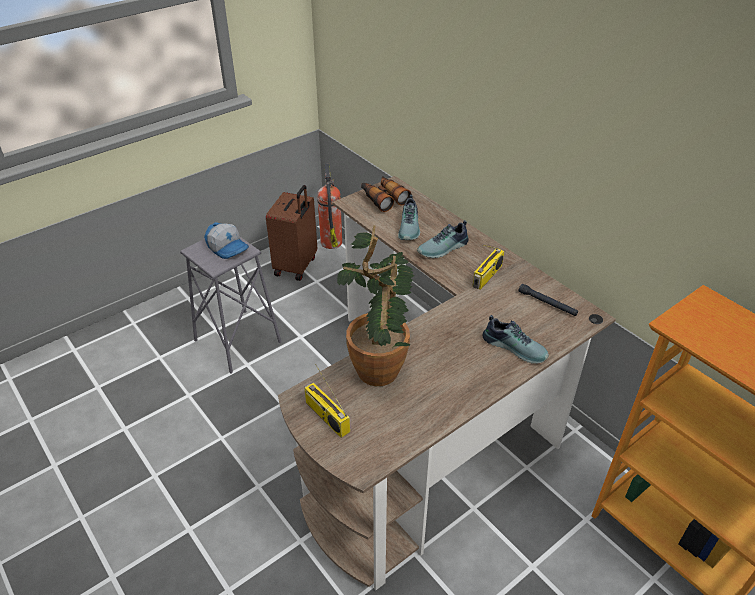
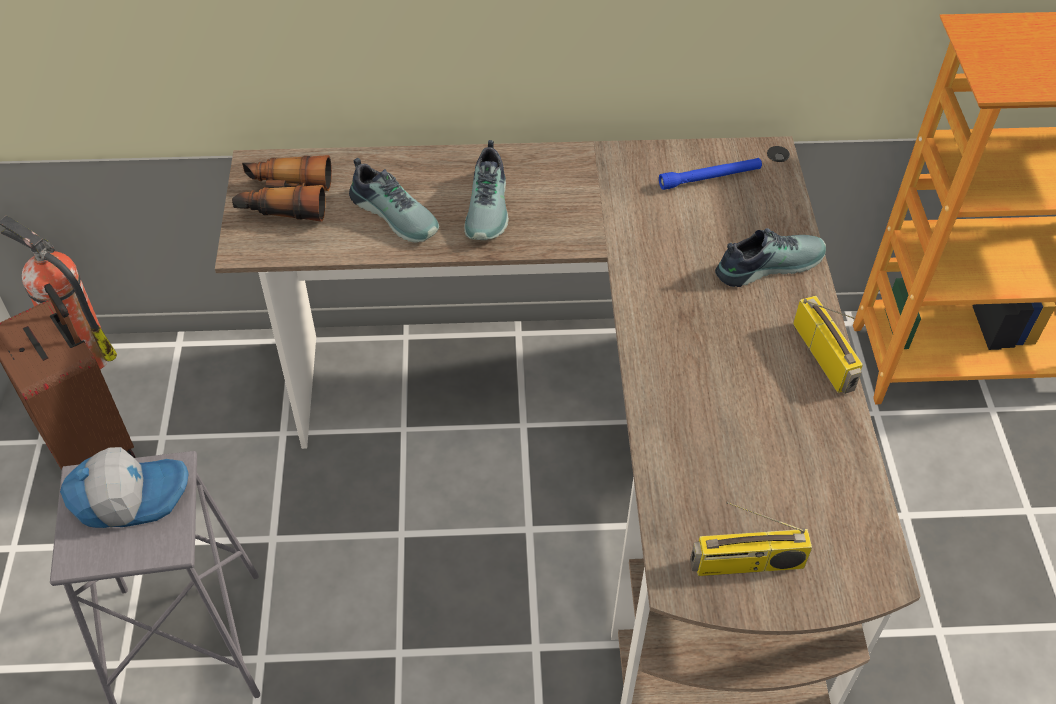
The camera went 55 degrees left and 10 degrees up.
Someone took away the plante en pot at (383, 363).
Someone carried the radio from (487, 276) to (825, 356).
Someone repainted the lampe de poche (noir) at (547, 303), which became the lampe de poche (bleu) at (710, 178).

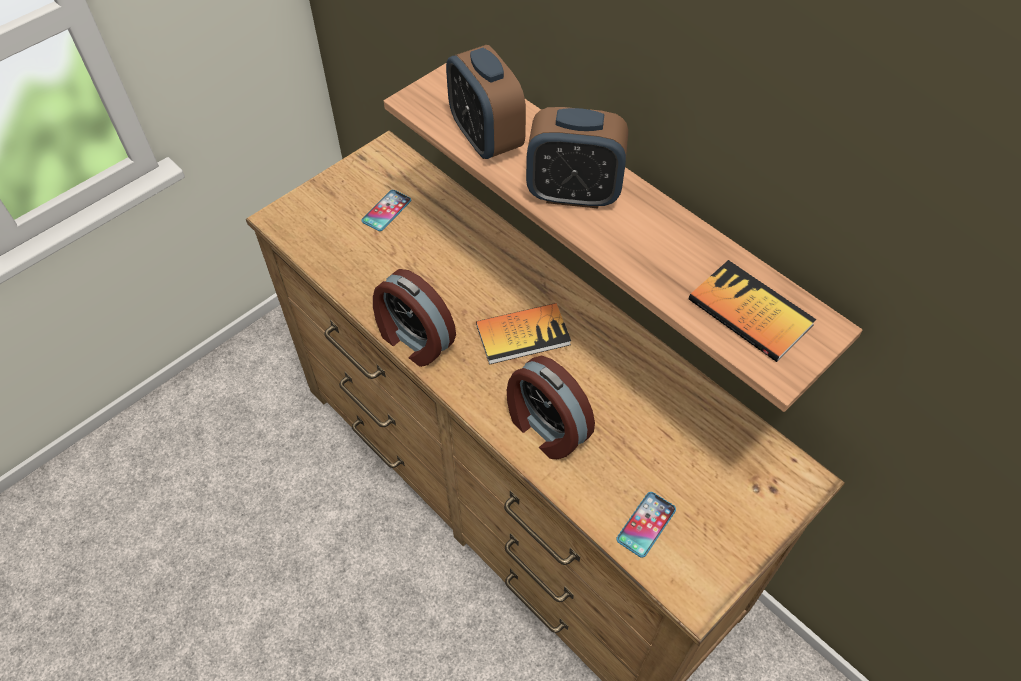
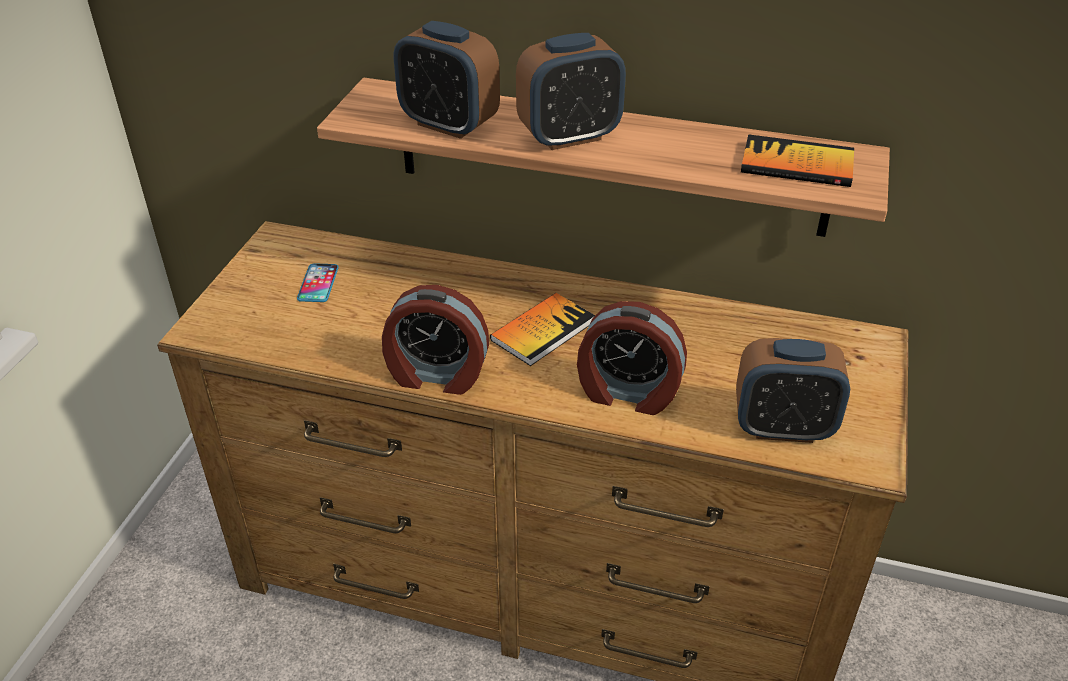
The camera went 30 degrees left and 15 degrees down.
Someone swapped the téléphone at (646, 524) for the réveil at (782, 427).

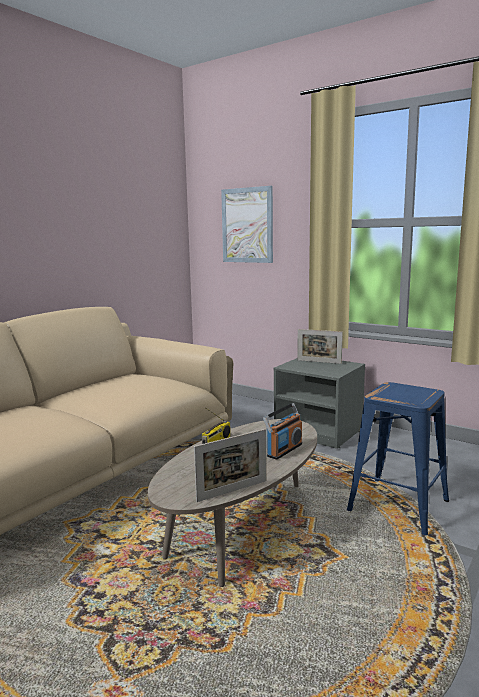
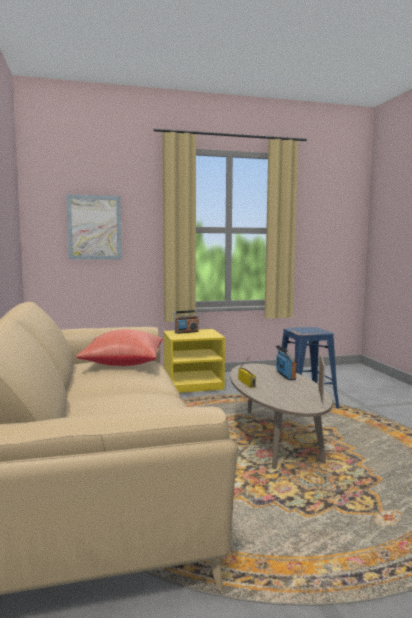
The camera went 50 degrees left and 5 degrees down.
Someone put down the coussin (rouge) at (123, 363).
Someone swapped the cadre photo at (319, 362) for the radio at (186, 332).
Someone repainted the table de chevet (gris) at (319, 431), which became the table de chevet (jaune) at (193, 385).

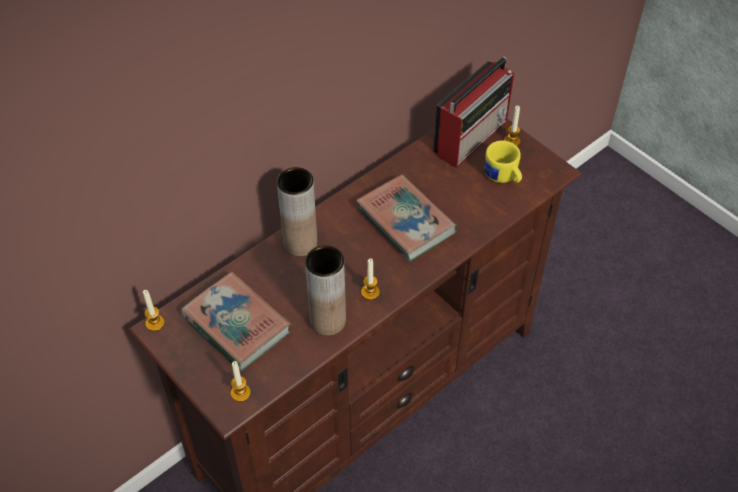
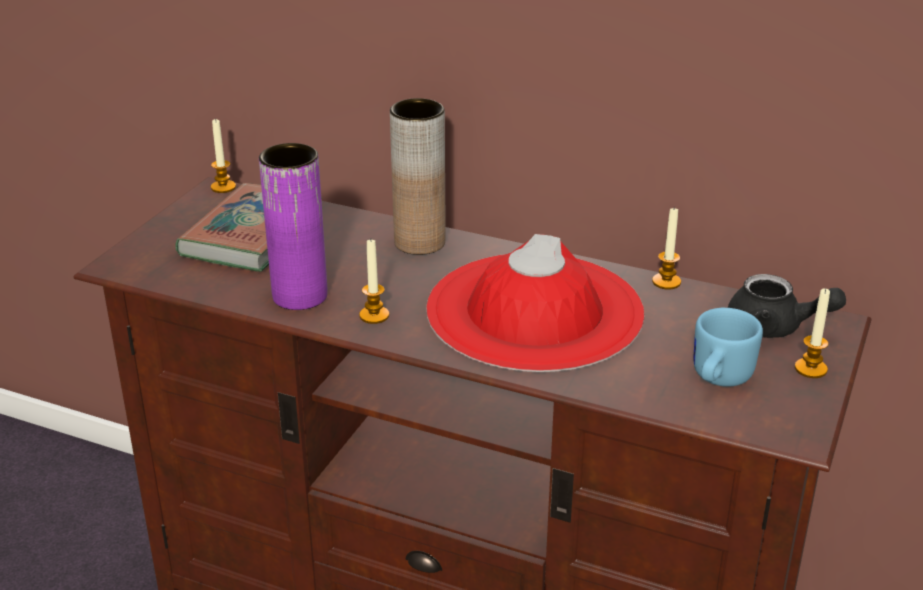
The camera went 65 degrees right and 20 degrees down.
Someone carried the bougie from (240, 393) to (666, 282).
Someone swapped the livre at (406, 221) for the chapeau (rouge) at (534, 311).
Someone swapped the radio at (472, 136) for the théière (noir) at (774, 327).
Someone repainted the vase (marron) at (328, 321), which became the vase (violet) at (300, 296).
Someone repainted the mug (jaune) at (503, 177), which became the mug (bleu) at (717, 379).

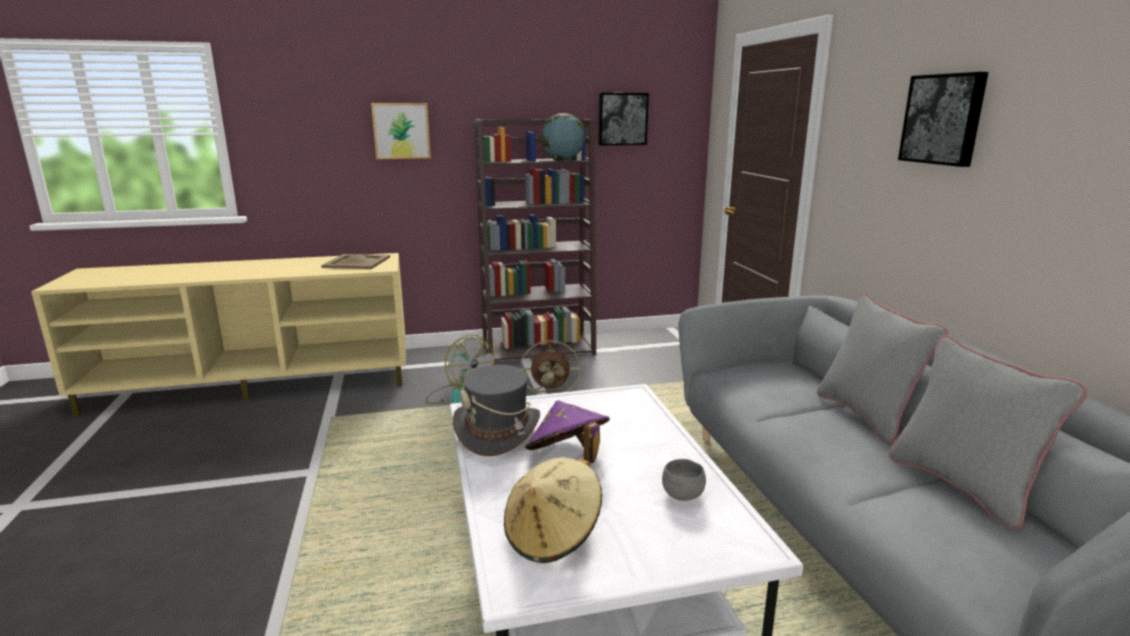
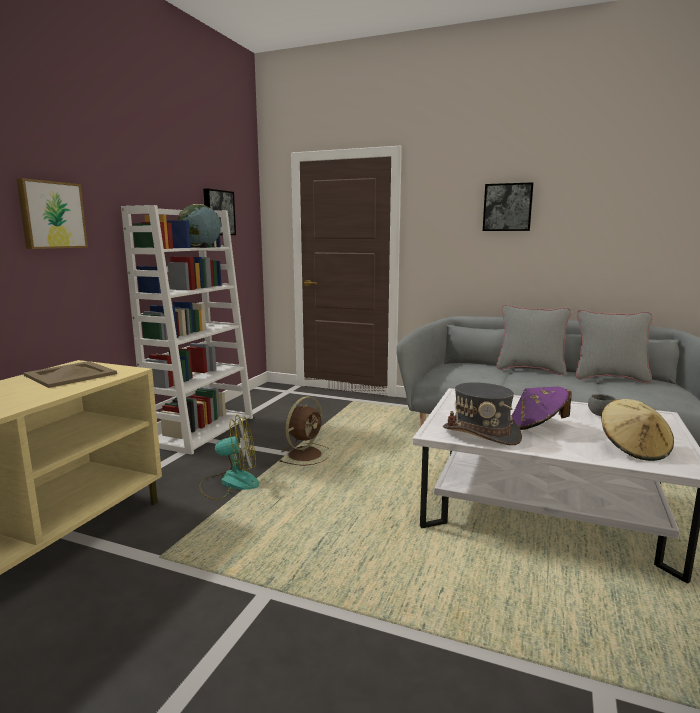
The camera went 55 degrees left and 5 degrees down.
Someone repainted the bibliothèque (marron) at (539, 348), which became the bibliothèque (blanc) at (202, 430).

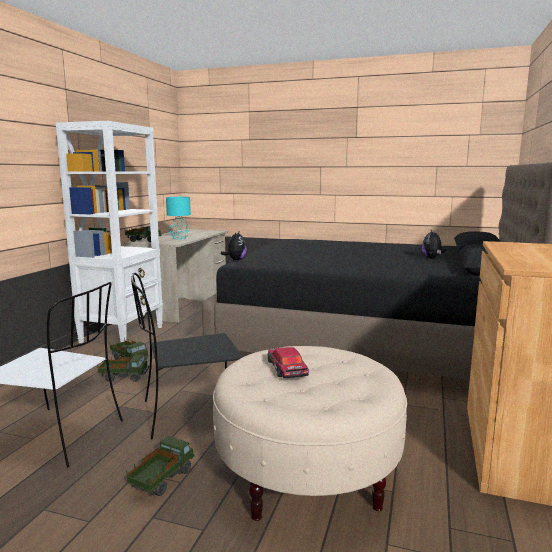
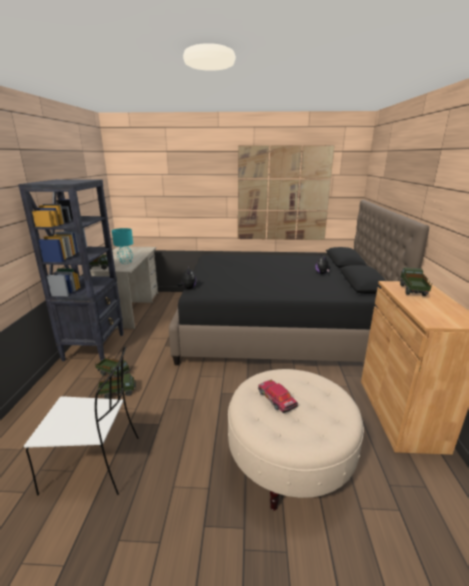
The camera went 15 degrees left and 10 degrees up.
Someone took away the chaise (noir) at (189, 413).
Someone put up the tableau at (283, 194).
Someone carried the camion jouet from (162, 480) to (412, 291).
Someone repainted the bibliothèque (blanc) at (123, 334), which became the bibliothèque (noir) at (95, 346).

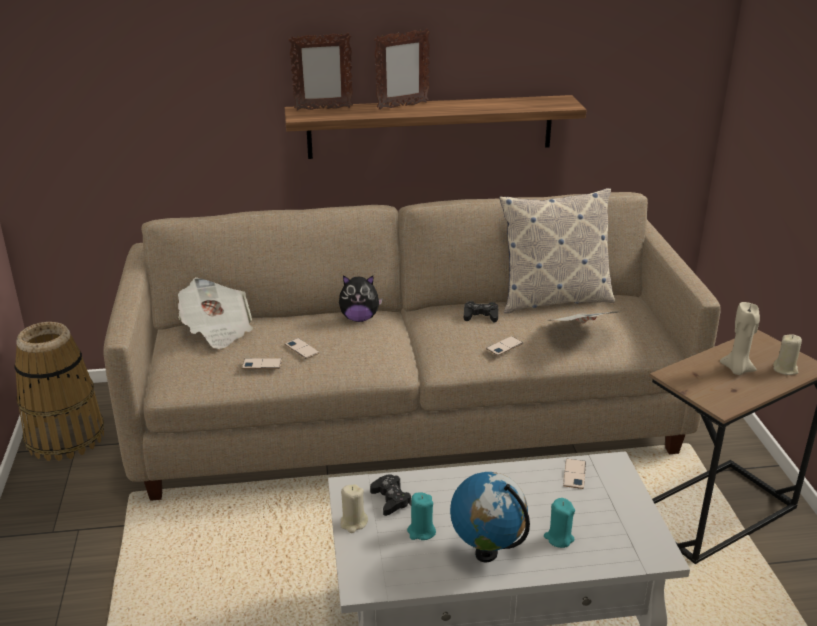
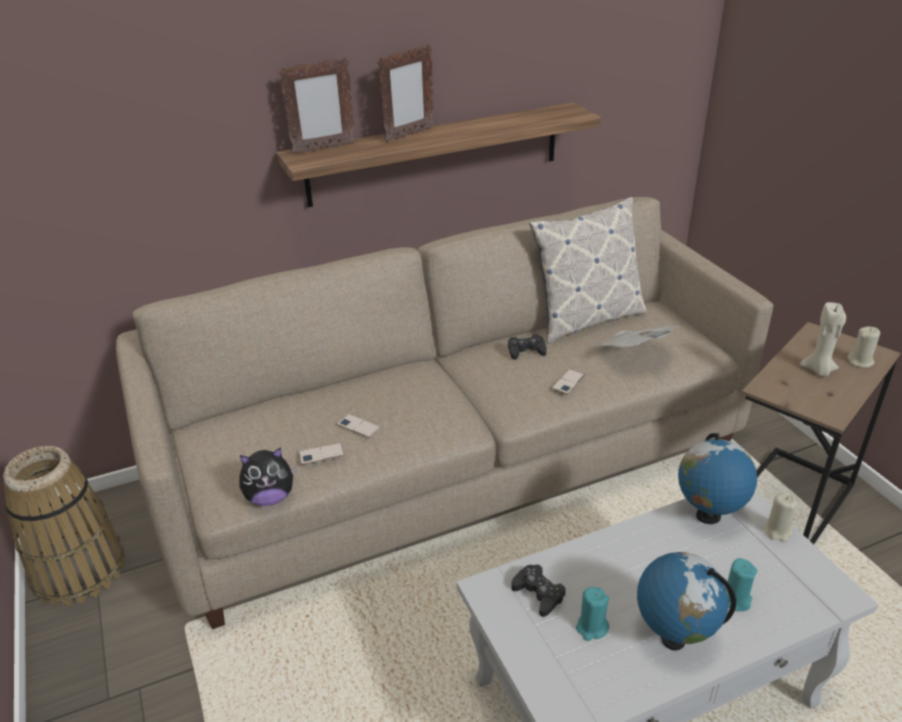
The camera went 15 degrees left and 5 degrees up.
Someone took away the journal at (217, 329).
Someone carried the peluche from (359, 318) to (270, 498).
Someone carried the bougie (beige) from (353, 523) to (777, 531).
Someone swapped the téléphone at (574, 474) for the globe at (707, 516).

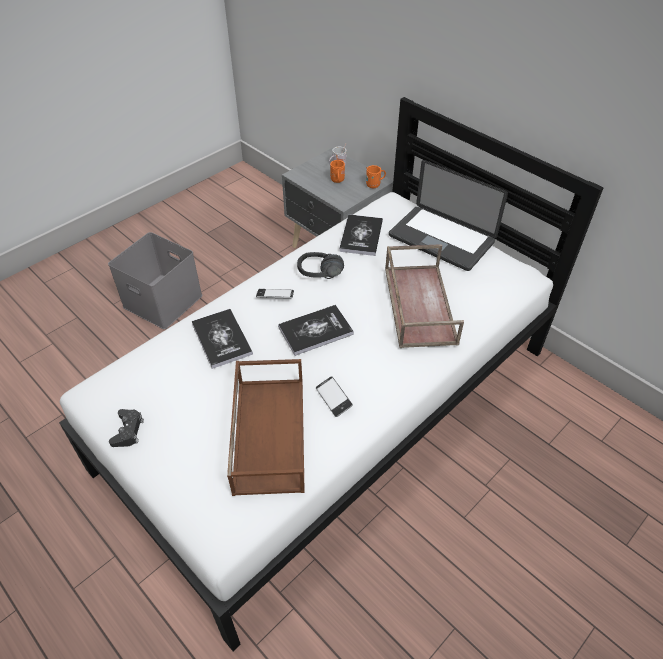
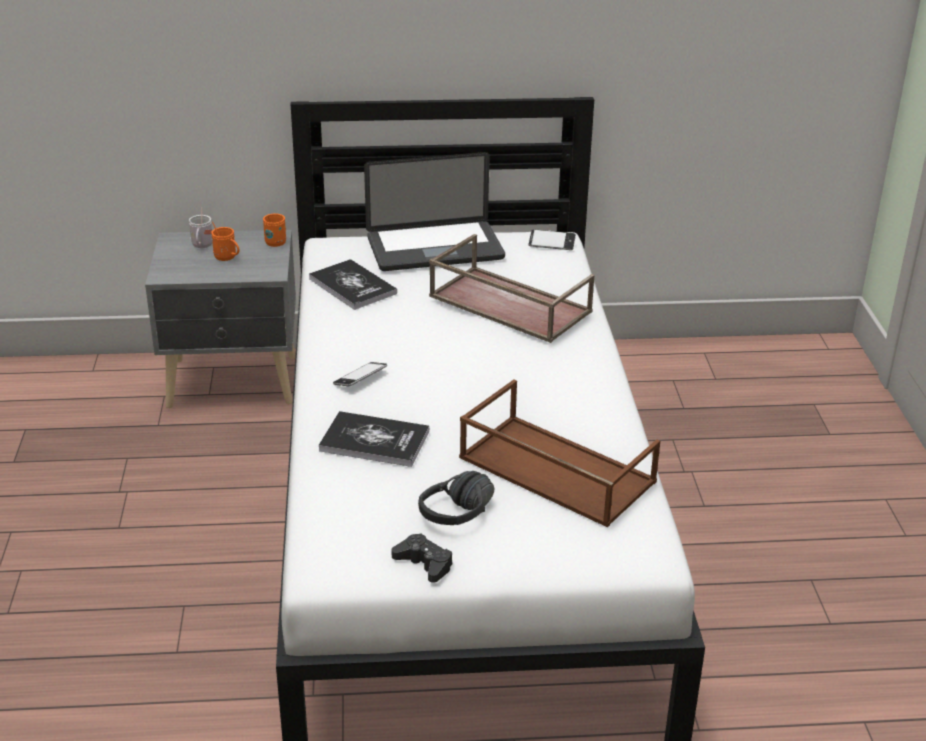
The camera went 50 degrees left and 15 degrees down.
Someone took away the boîte de rangement (gris) at (161, 301).
Someone took away the livre at (315, 330).
Someone carried the casque audio (noir) from (320, 277) to (466, 518).
Someone carried the téléphone from (333, 398) to (551, 243).

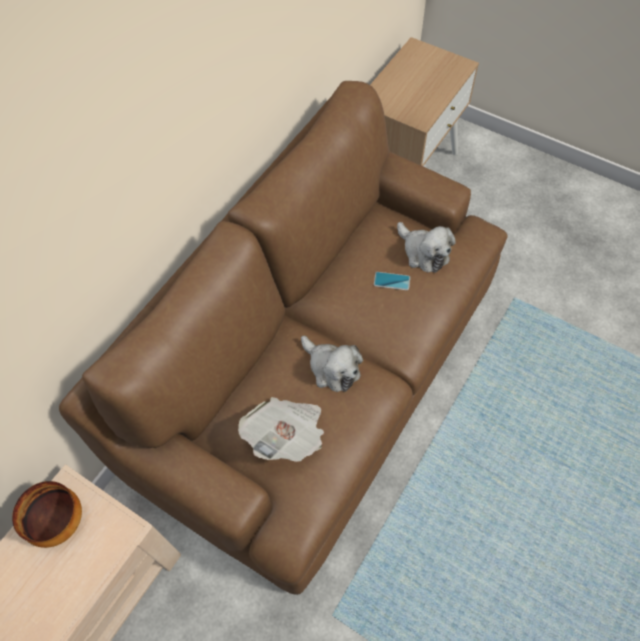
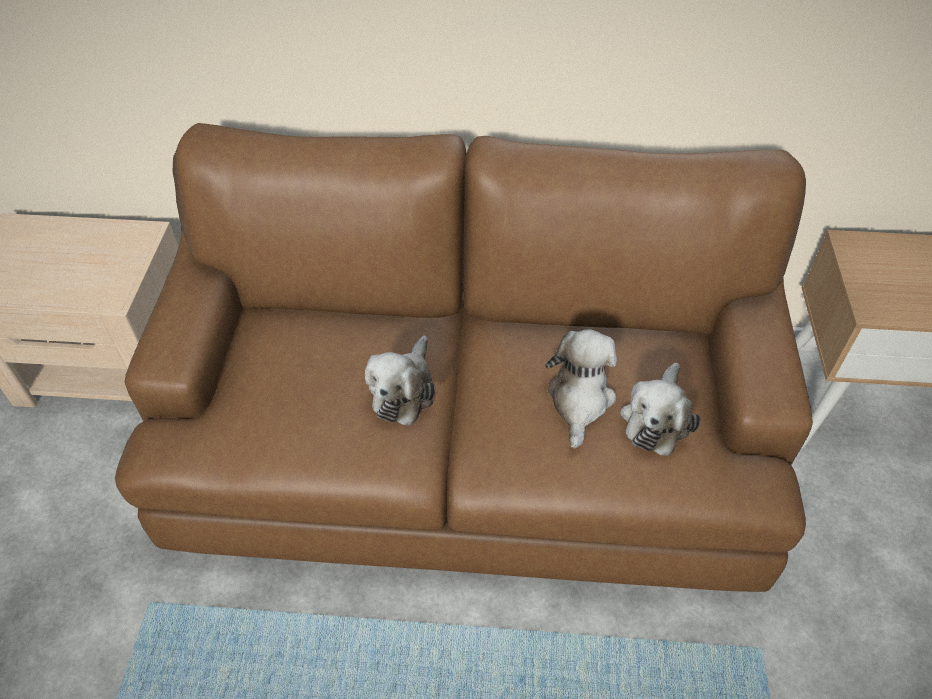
The camera went 60 degrees right and 10 degrees down.
Someone took away the bol at (58, 521).
Someone took away the journal at (287, 435).
Someone swapped the téléphone at (391, 281) for the peluche at (579, 400).

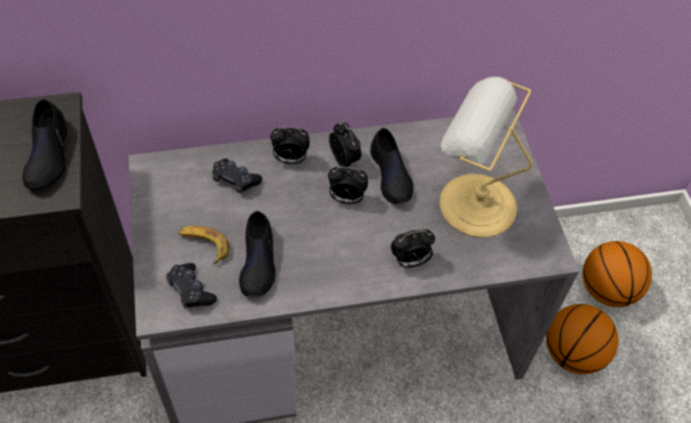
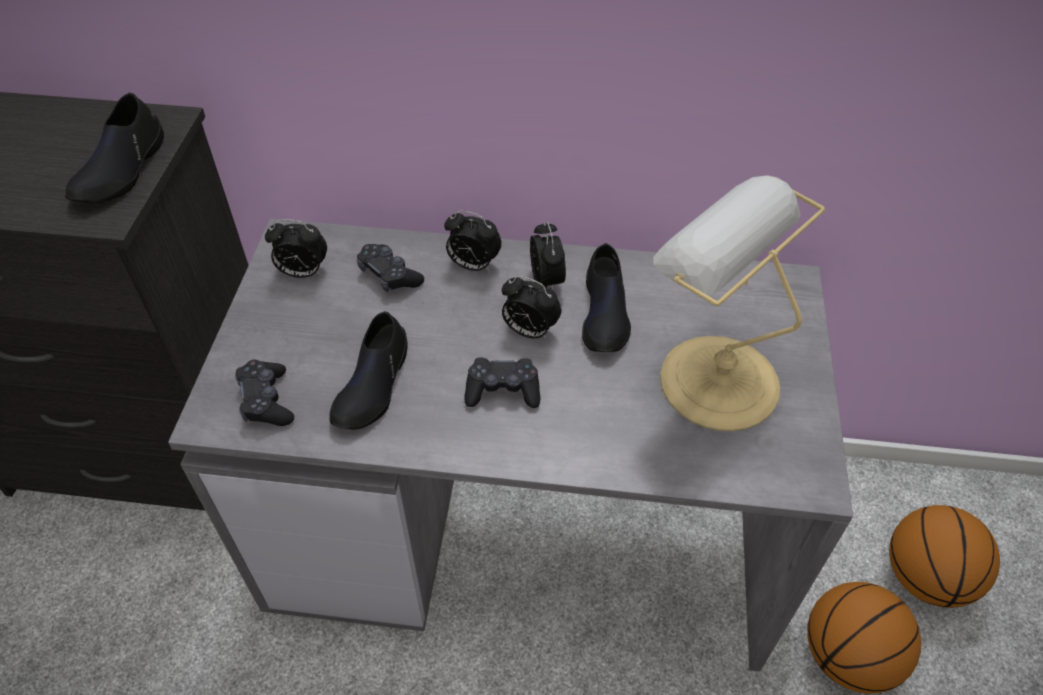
The camera went 20 degrees right and 5 degrees down.
Someone took away the banane at (204, 245).
Someone put down the manette (noir) at (502, 391).
Someone carried the réveil from (410, 261) to (302, 273).

